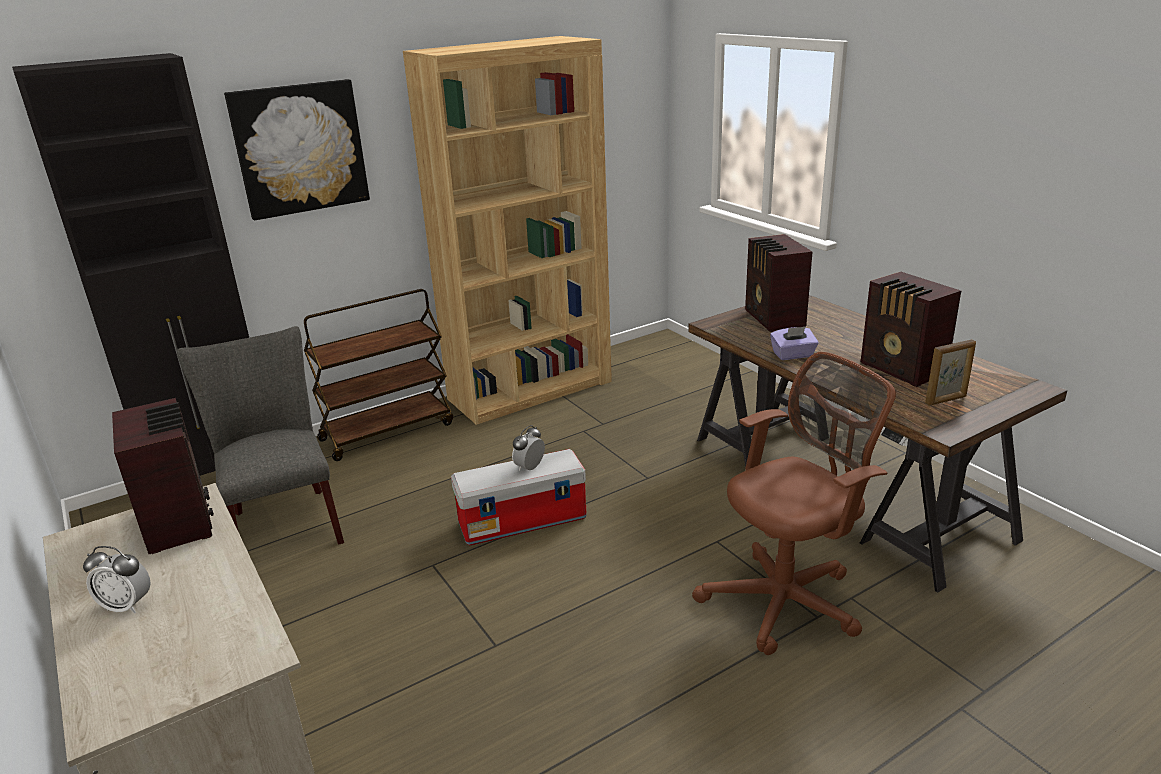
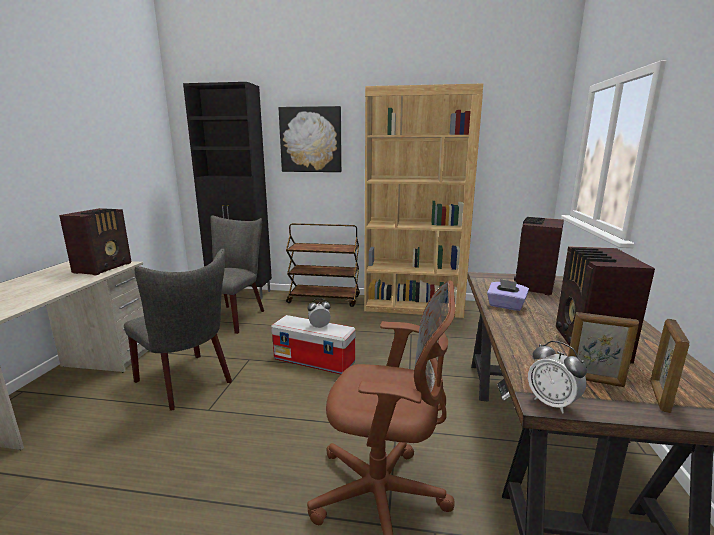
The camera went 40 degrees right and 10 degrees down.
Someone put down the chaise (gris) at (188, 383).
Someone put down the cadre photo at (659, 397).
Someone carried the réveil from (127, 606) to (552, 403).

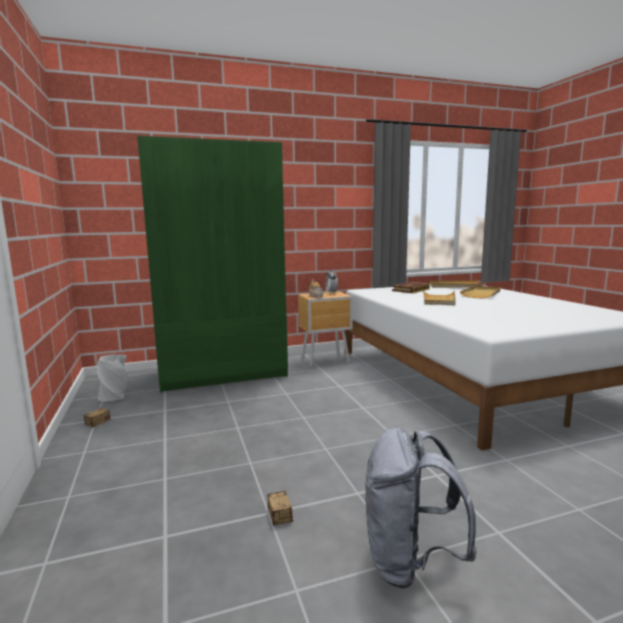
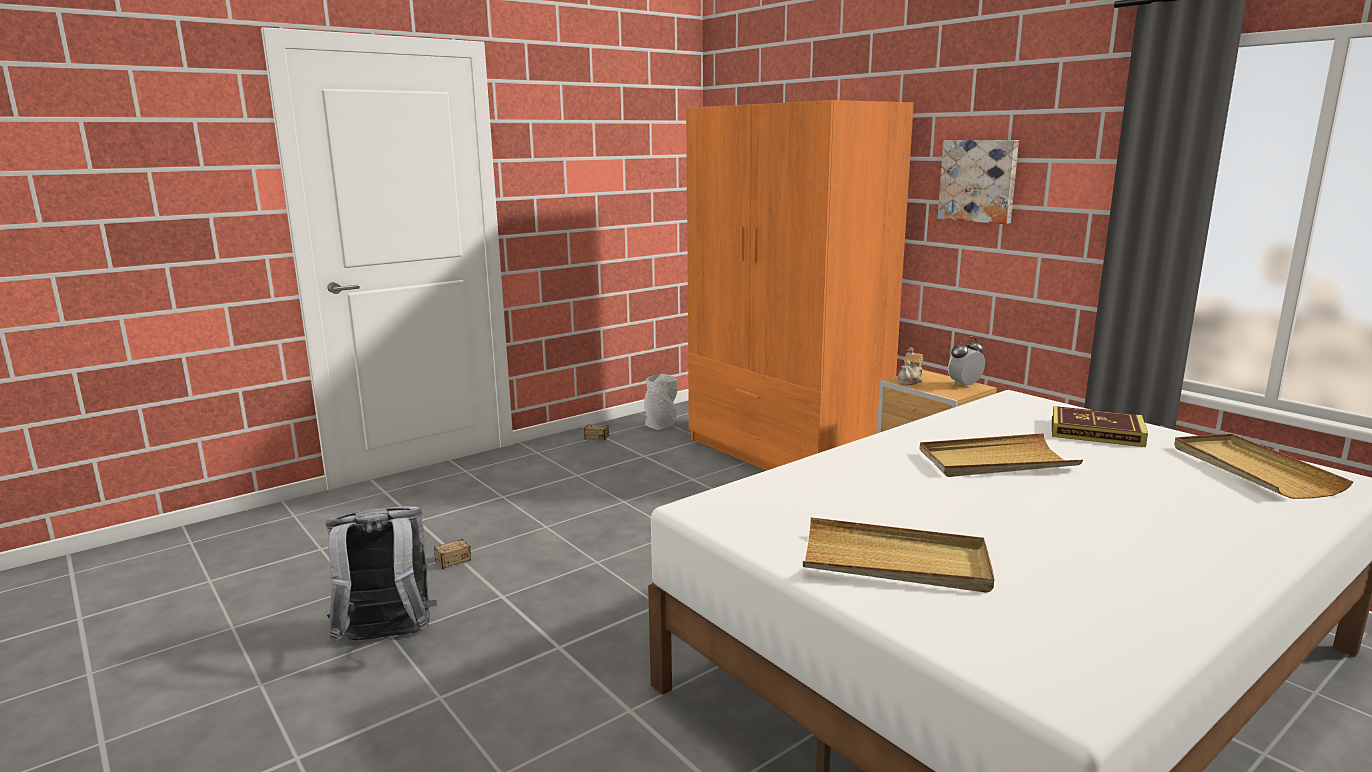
The camera went 70 degrees right and 5 degrees up.
Someone put up the tableau at (979, 181).
Someone carried the plateau (beige) from (481, 294) to (895, 562).
Someone repainted the armoire (vert) at (223, 373), which became the armoire (orange) at (784, 453).

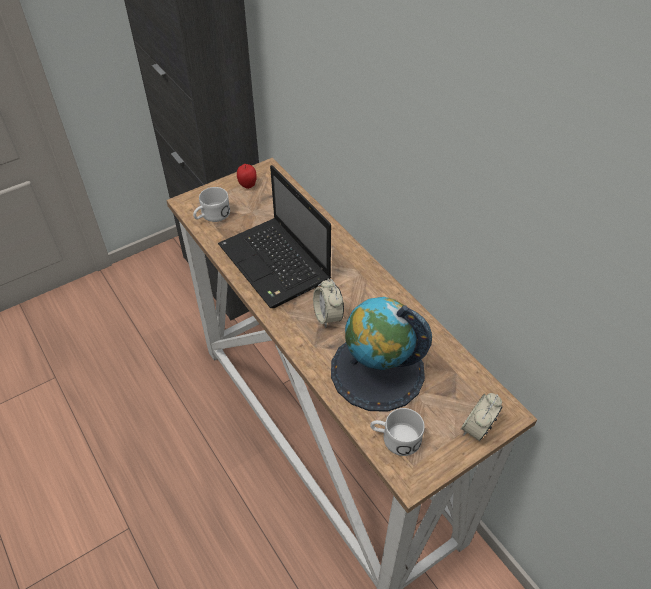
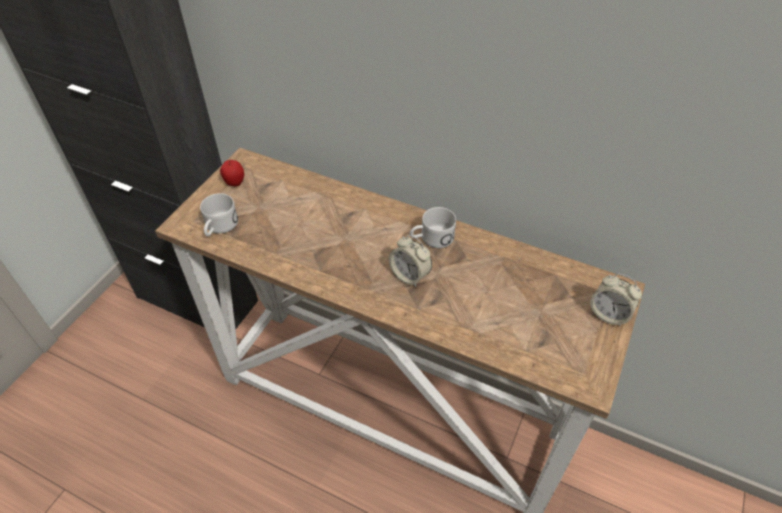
The camera went 30 degrees left and 0 degrees up.
Someone took away the ordinateur portable at (276, 264).
Someone took away the globe at (377, 371).
Someone carried the mug (blanc) from (395, 438) to (431, 238).
Someone rotated the réveil at (477, 428) by 60 degrees counterclockwise.

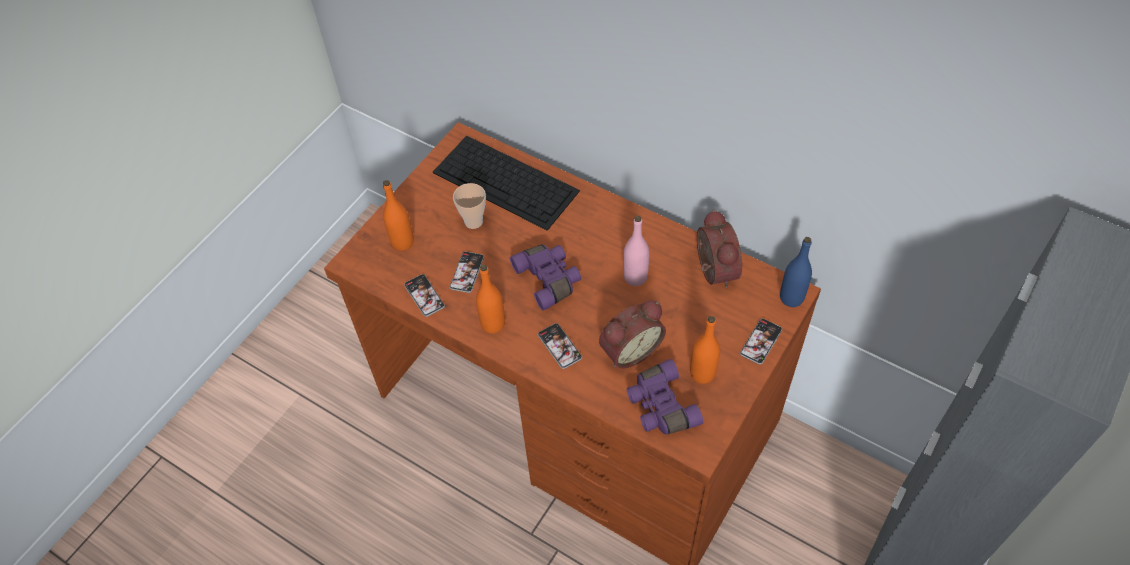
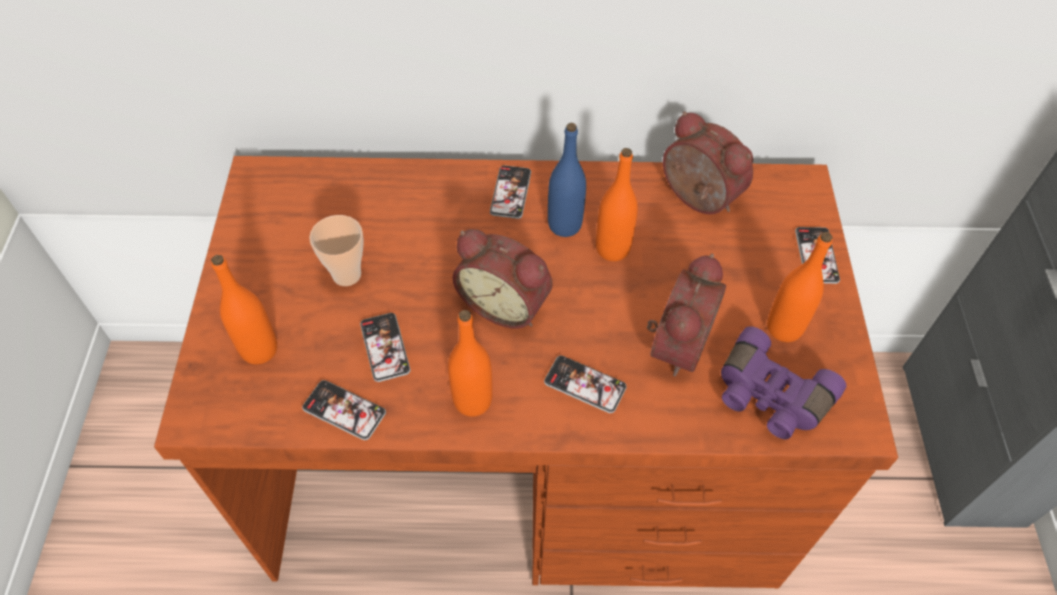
The camera went 35 degrees left and 0 degrees up.
Someone took away the clavier at (507, 182).
Someone put down the téléphone at (510, 192).
Someone carried the bouteille (bleu) from (791, 298) to (564, 225).
Someone swapped the jumelles (violet) at (549, 279) for the réveil at (506, 303).
Someone repainted the bouteille (rose) at (635, 277), which became the bouteille (orange) at (612, 249).

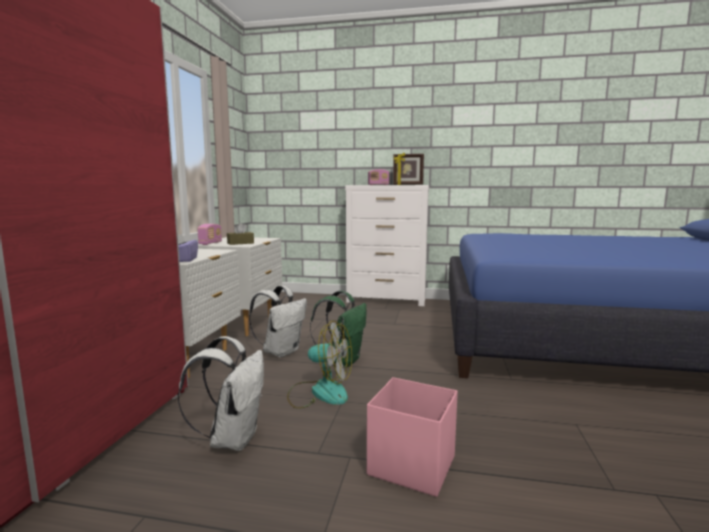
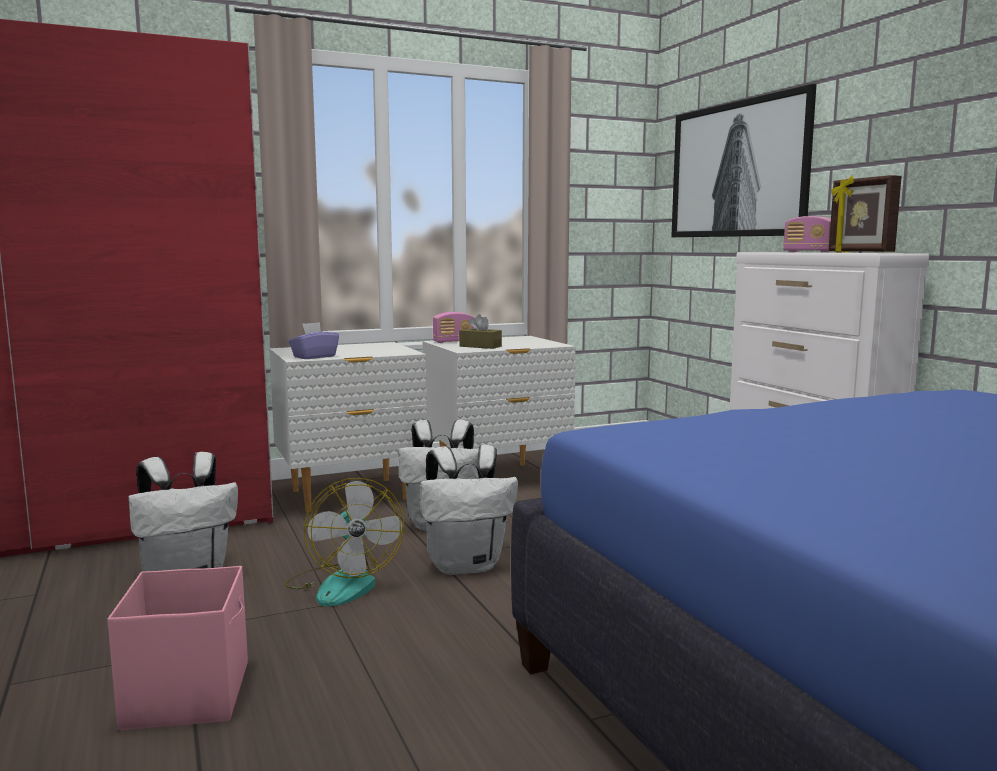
The camera went 55 degrees right and 0 degrees up.
Someone put up the tableau at (739, 170).
Someone repainted the sac à dos (vert) at (343, 360), which became the sac à dos (blanc) at (466, 565).

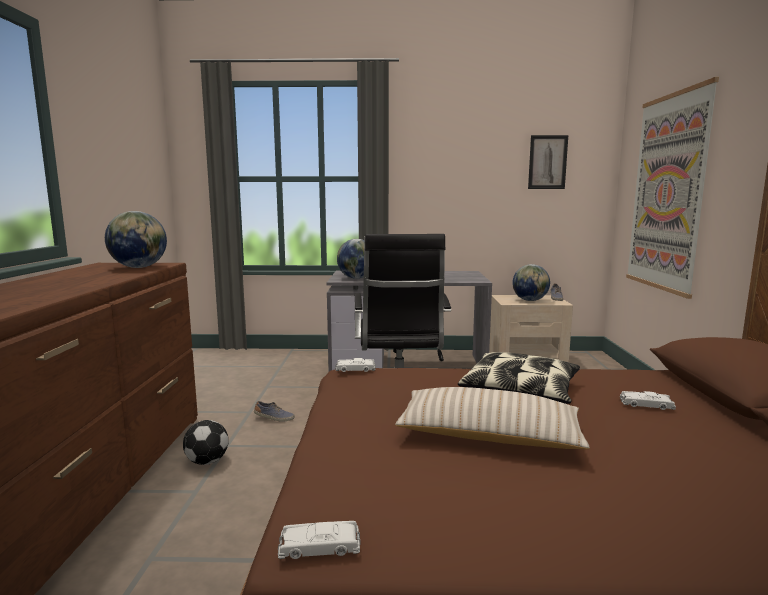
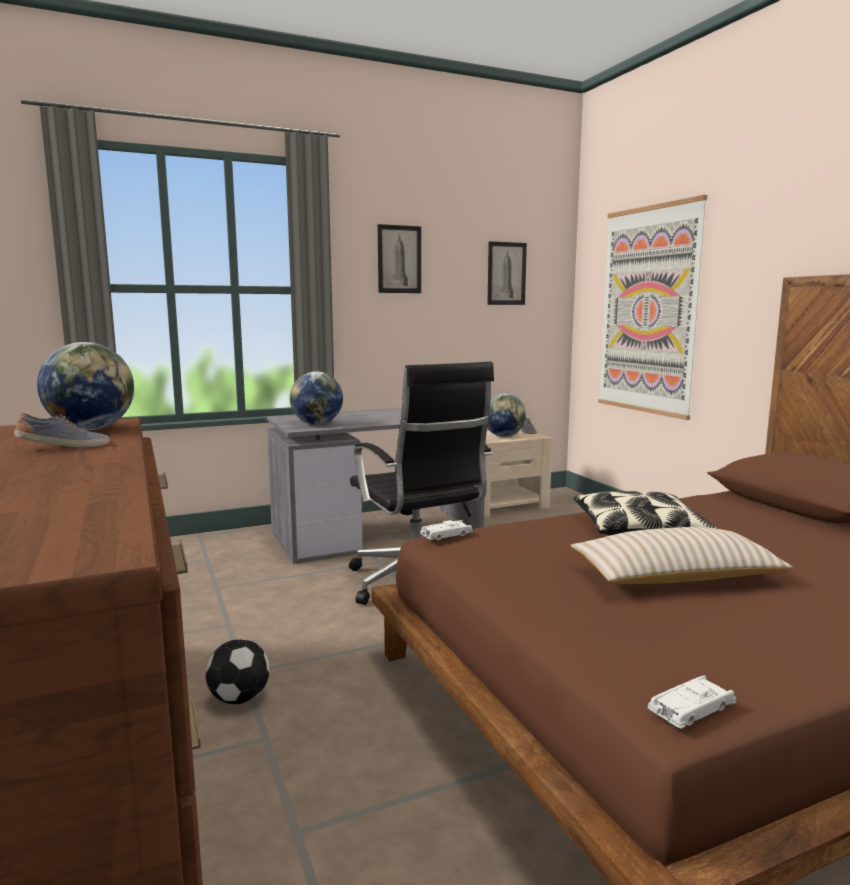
The camera went 25 degrees left and 0 degrees up.
Someone took away the petite voiture (blanc) at (646, 404).
Someone put up the tableau at (399, 259).
Someone carried the chaussure from (274, 418) to (64, 447).

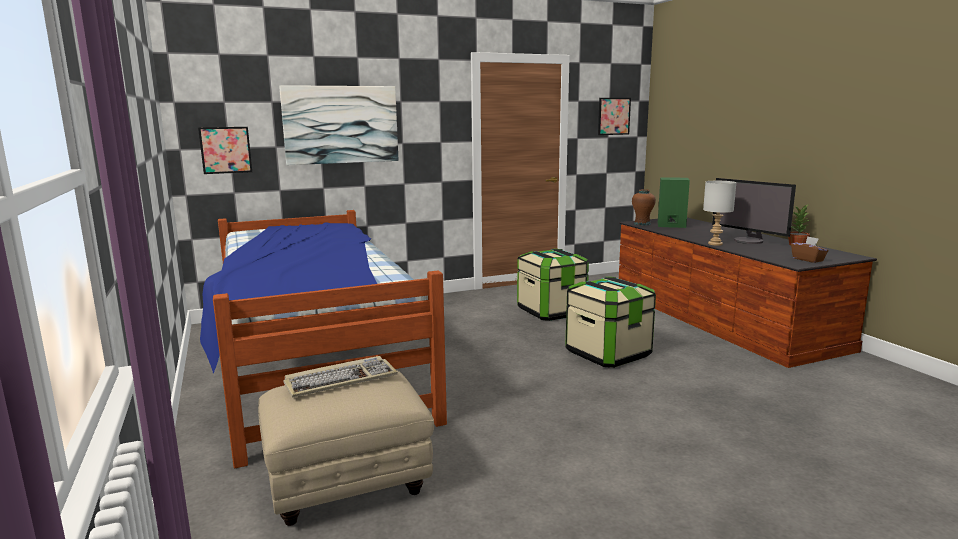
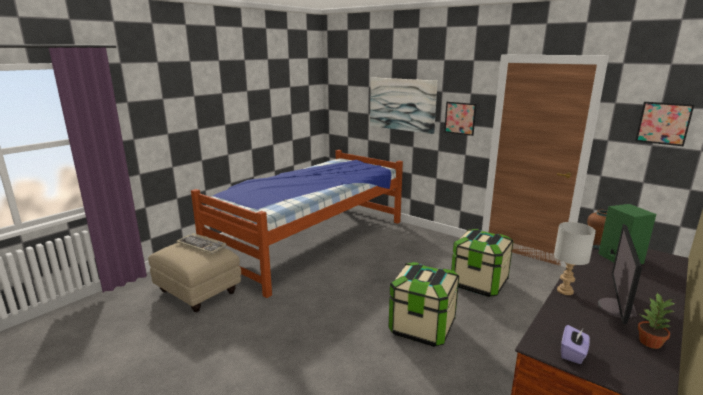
The camera went 60 degrees right and 5 degrees up.
Someone carried the tableau from (225, 150) to (460, 118).
Someone repainted the boîte à mouchoirs (marron) at (808, 260), which became the boîte à mouchoirs (violet) at (573, 353).

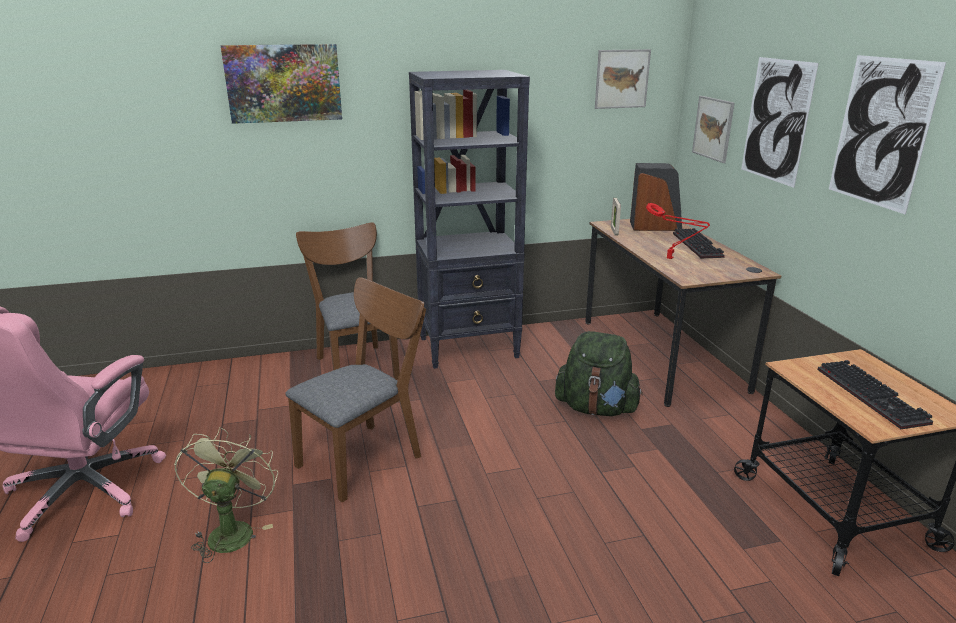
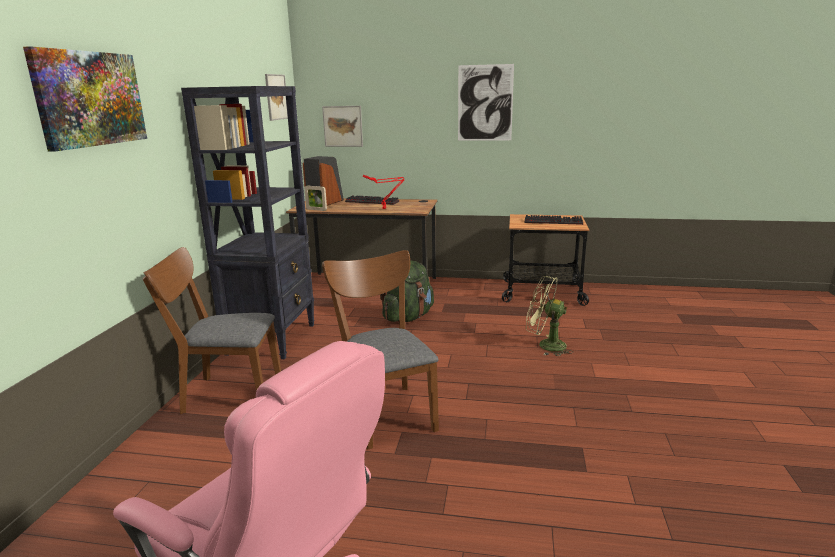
The camera went 65 degrees left and 5 degrees down.
Someone took away the tableau at (776, 120).
Someone carried the ventilateur (vert) from (232, 530) to (545, 345).

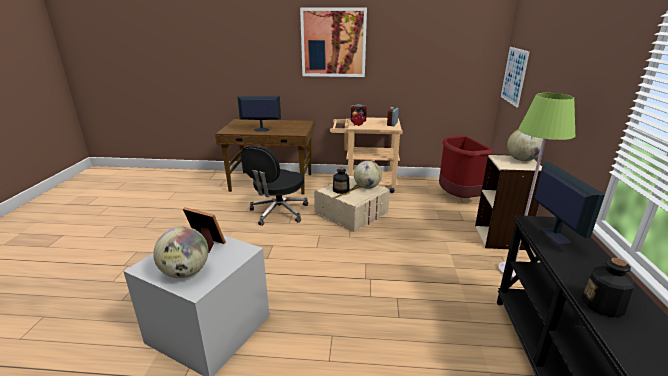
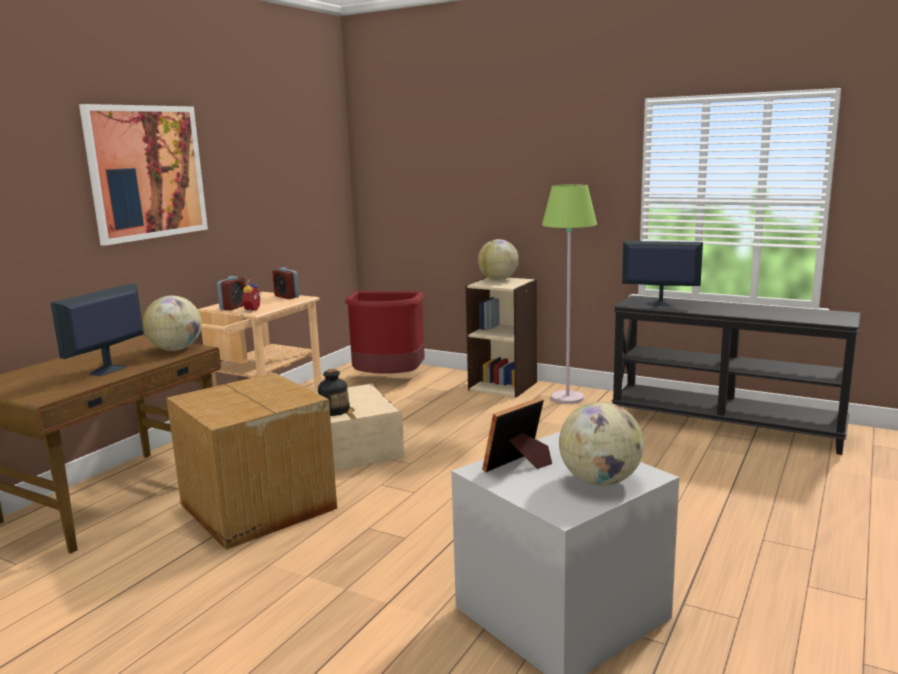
The camera went 65 degrees left and 10 degrees down.
Someone took away the tableau at (514, 76).
Someone took away the bouteille at (603, 304).
Someone carried the globe from (367, 187) to (176, 349).
Someone swapped the chaise de bureau (noir) at (278, 212) for the carton at (257, 507).

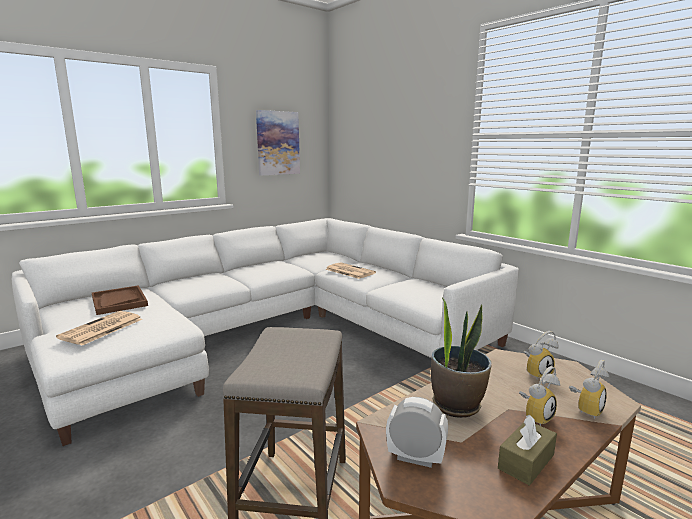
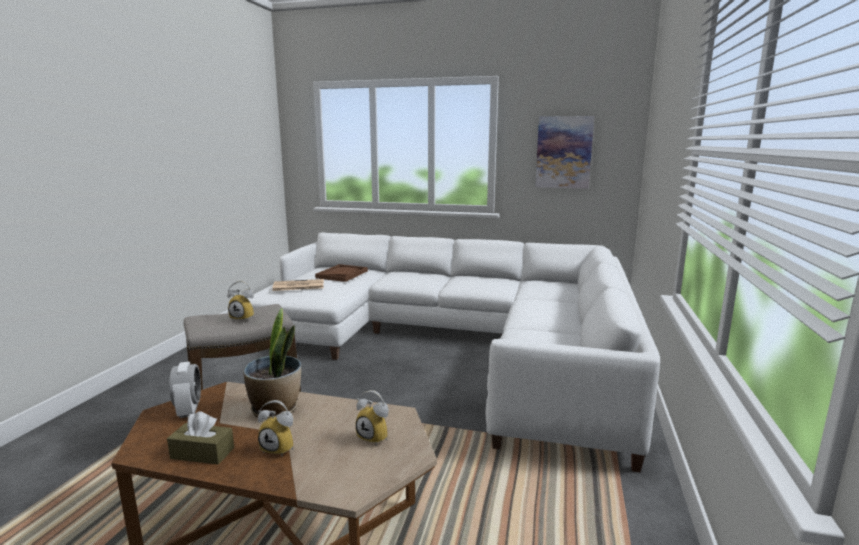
The camera went 55 degrees right and 0 degrees up.
Someone took away the journal at (349, 271).
Someone carried the réveil from (585, 409) to (244, 318).

